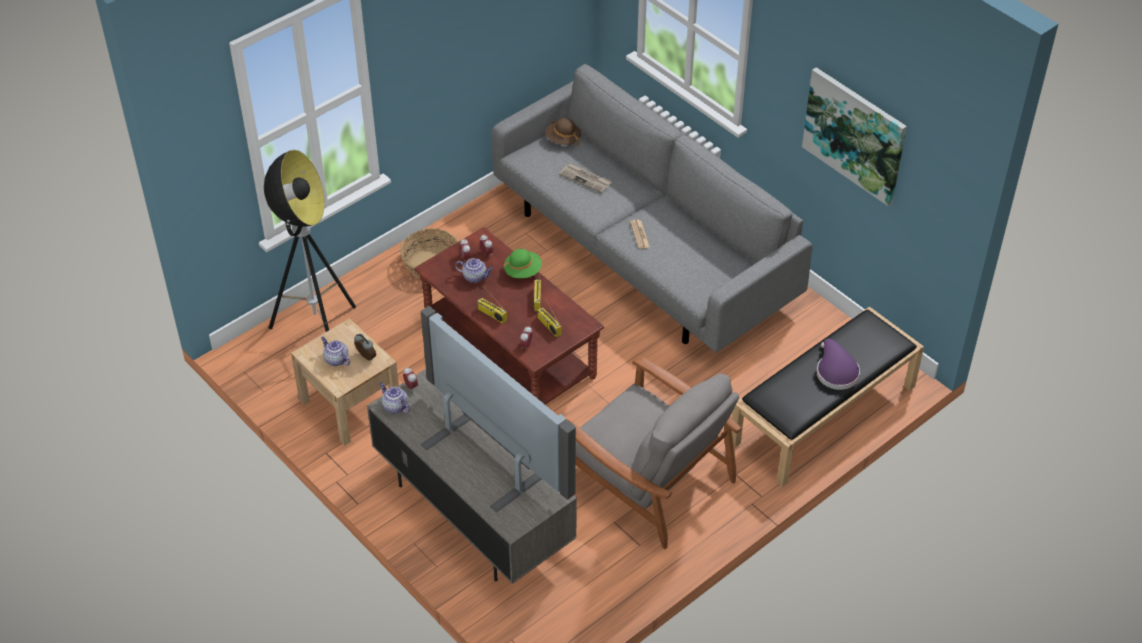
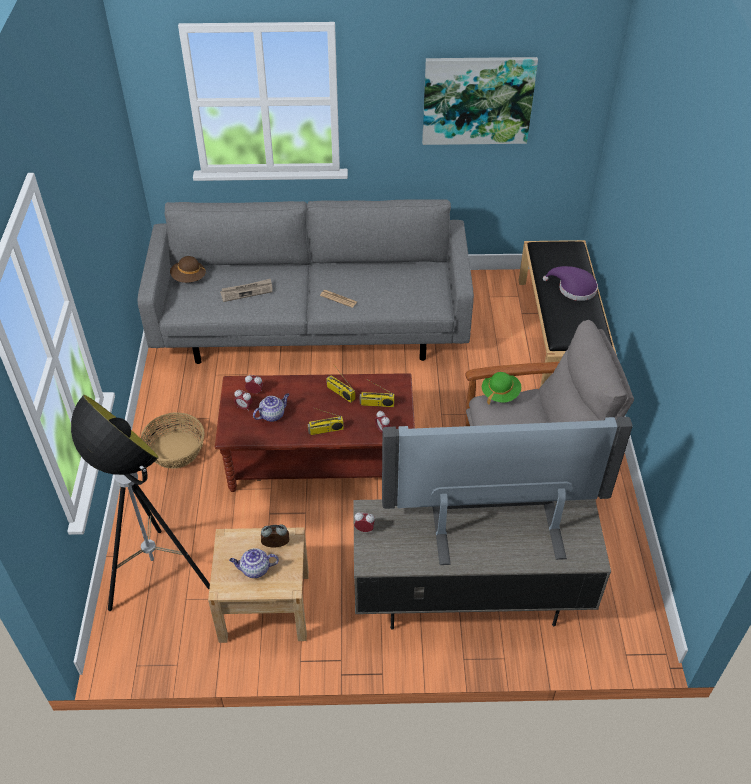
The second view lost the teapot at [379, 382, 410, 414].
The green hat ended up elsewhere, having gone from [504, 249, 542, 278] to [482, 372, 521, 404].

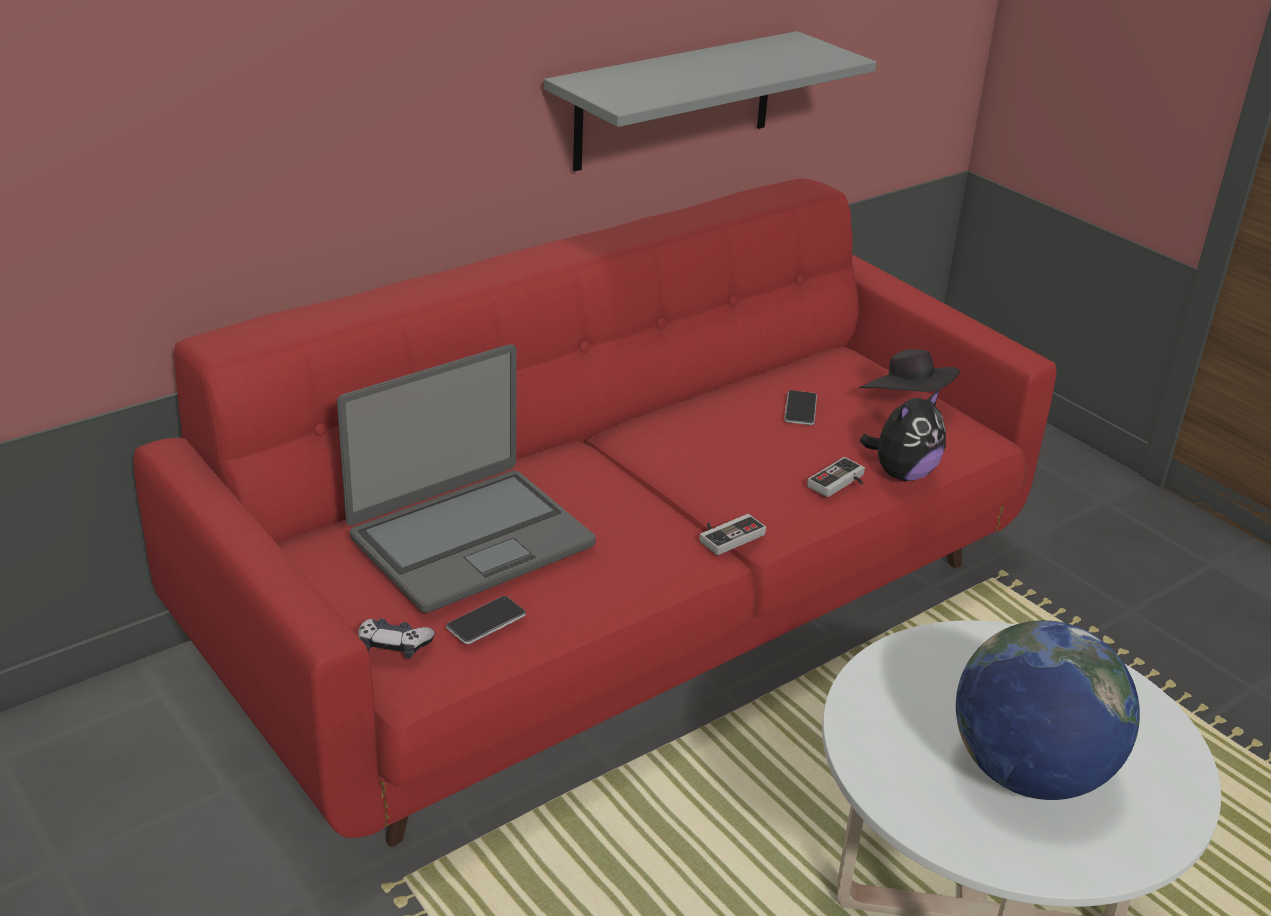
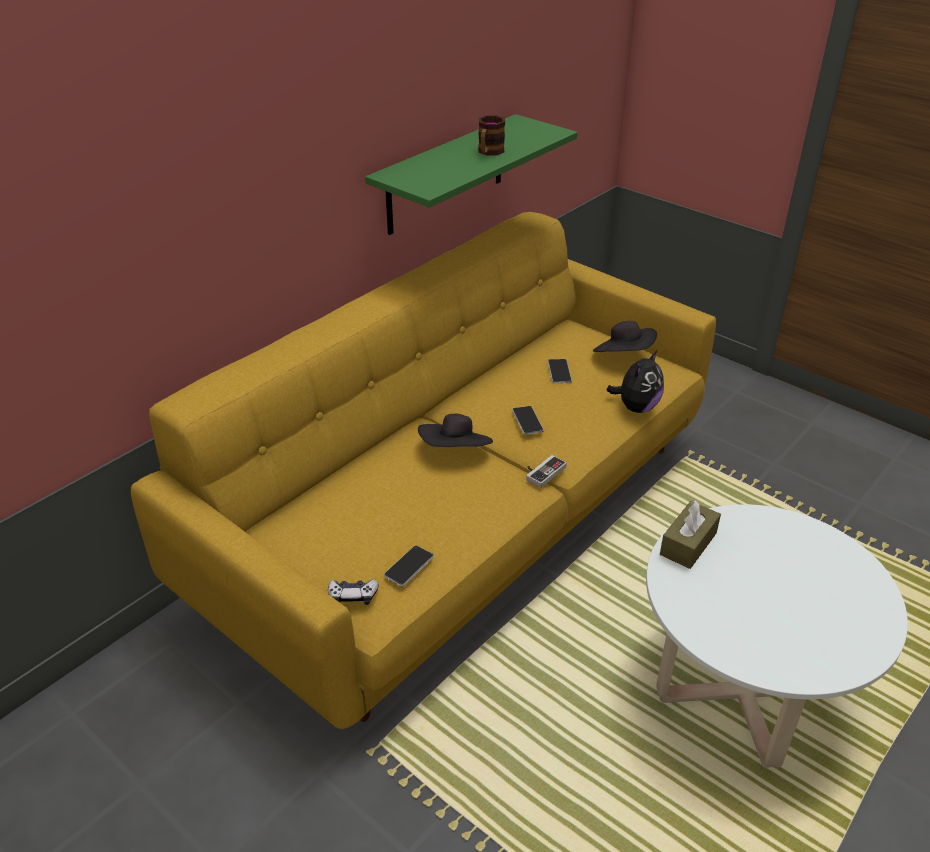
The second view lost the laptop at [337, 344, 596, 613].
The second view lost the game controller at [807, 457, 865, 497].
The second view lost the globe at [956, 620, 1140, 800].
The second view gained the black hat at [418, 414, 493, 447].
The second view gained the mug at [478, 115, 505, 155].
The second view gained the phone at [512, 406, 544, 435].
The second view gained the brown tissue box at [660, 500, 721, 569].
What was the red sofa at [133, 178, 1056, 847] turned into the yellow sofa at [131, 212, 716, 729].
What was the grey shelf at [544, 31, 876, 171] turned into the green shelf at [365, 114, 577, 235].

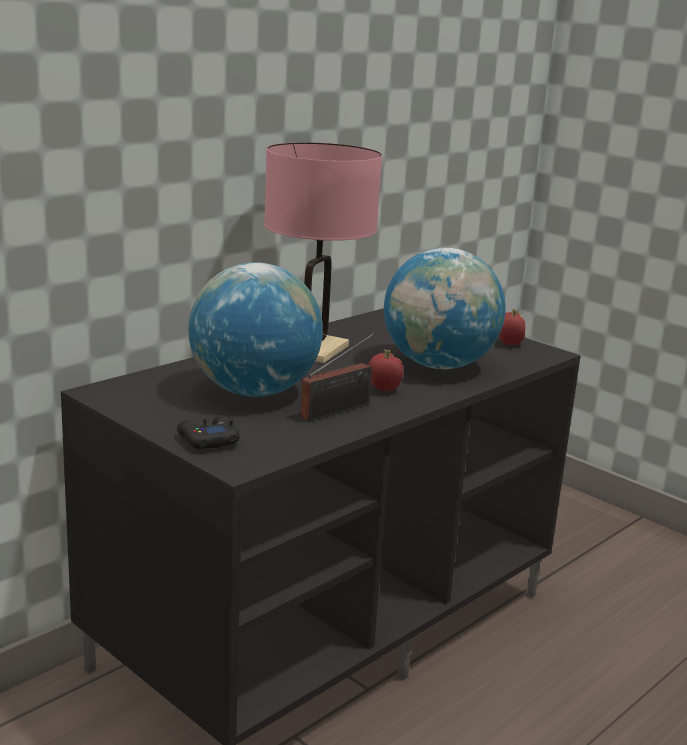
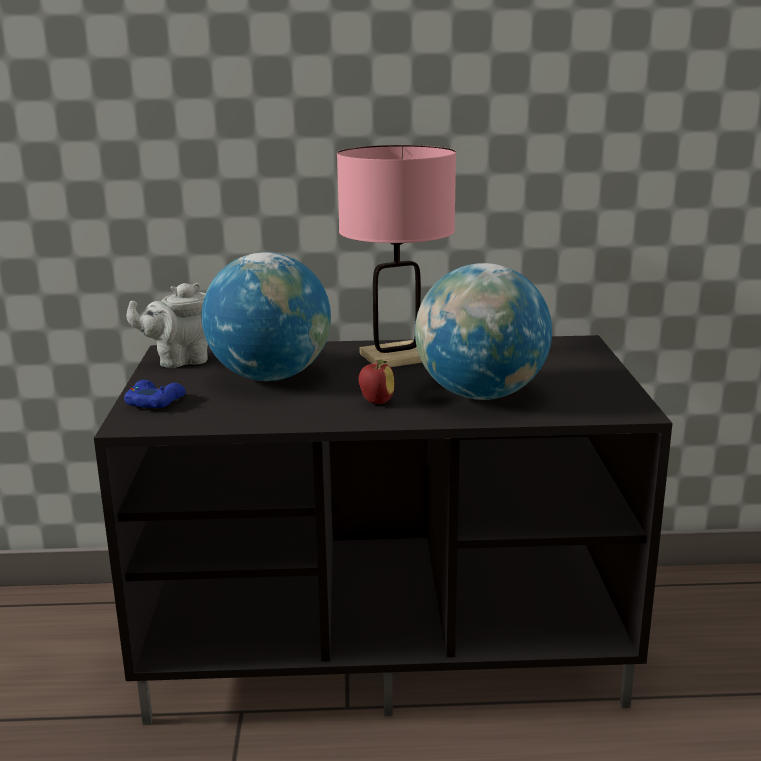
The second view lost the radio at [301, 333, 375, 422].
The second view lost the apple at [499, 309, 525, 345].
The second view gained the grey teapot at [126, 283, 208, 368].
What was the black game controller at [177, 415, 240, 449] turned into the blue game controller at [124, 380, 186, 408].

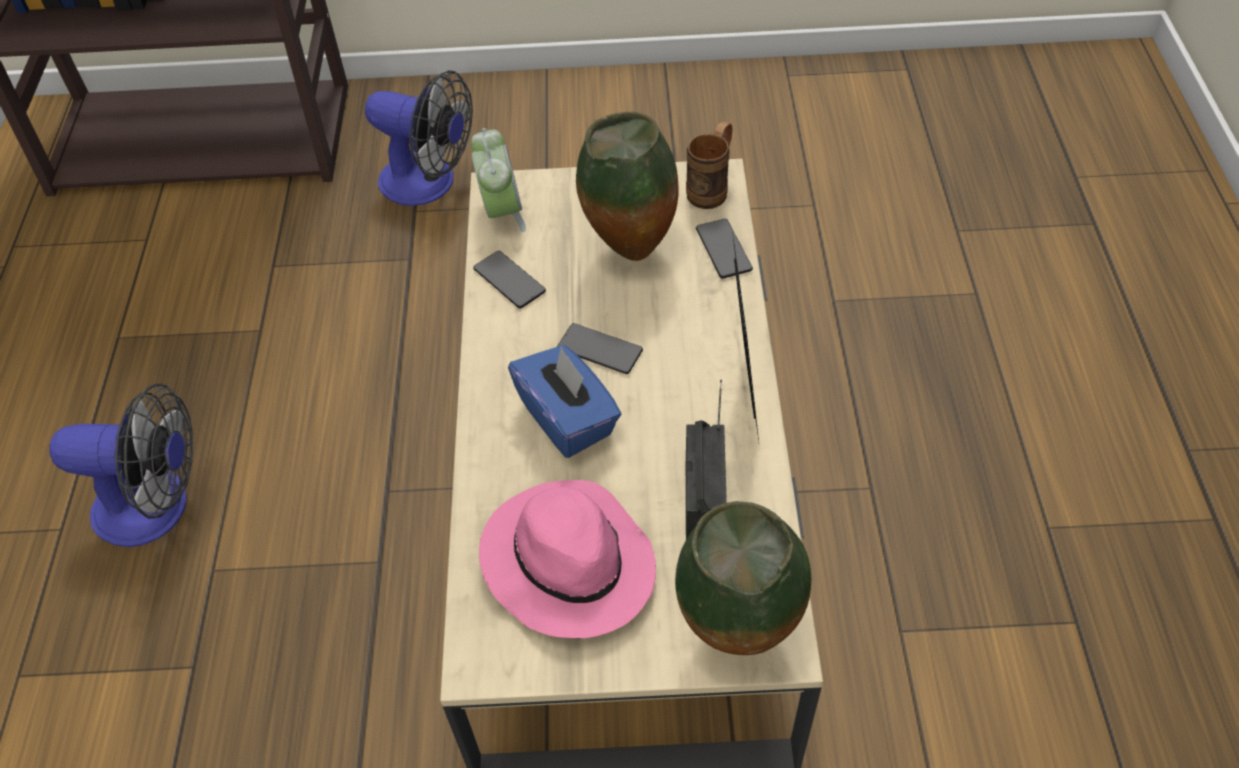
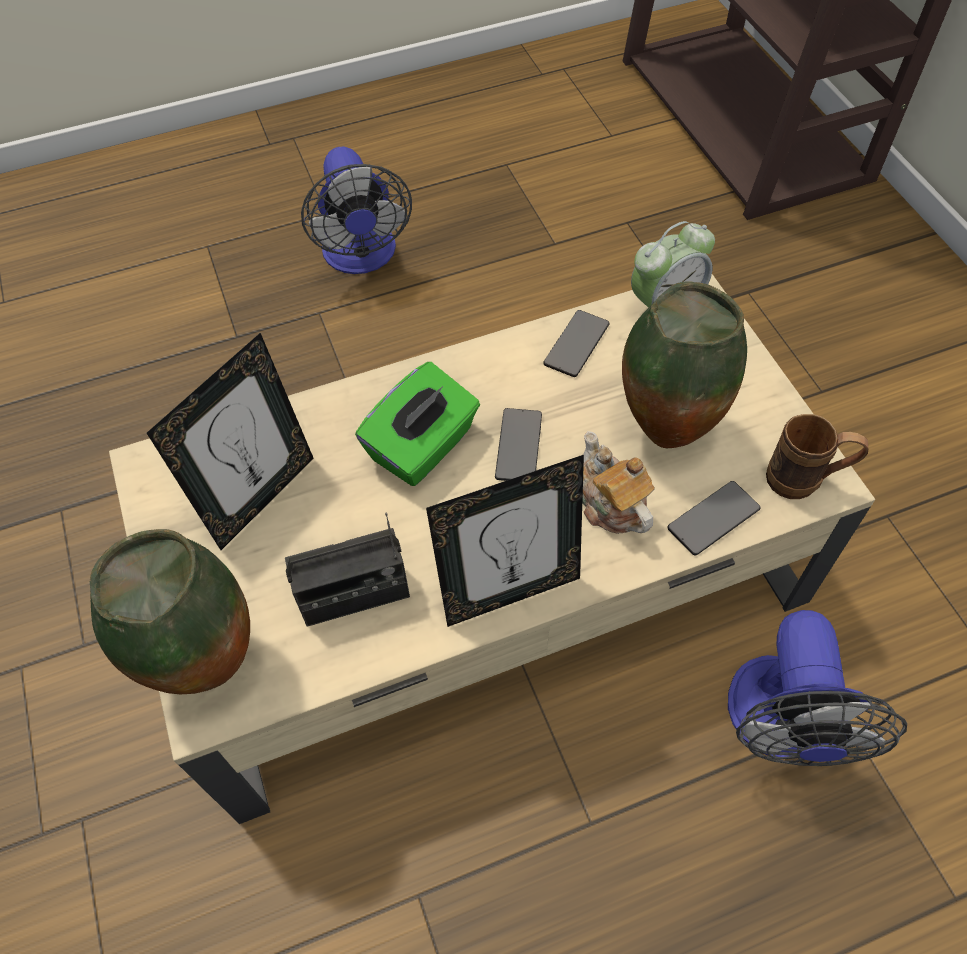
The second view gained the teapot at [582, 431, 655, 534].
The fan ended up elsewhere, having gone from [365, 70, 473, 206] to [728, 610, 907, 766].
Where the pink hat stood at [479, 480, 656, 638], the picture frame came to stand at [147, 333, 313, 550].
What was the blue tissue box at [508, 345, 621, 458] turned into the green tissue box at [355, 362, 480, 486].

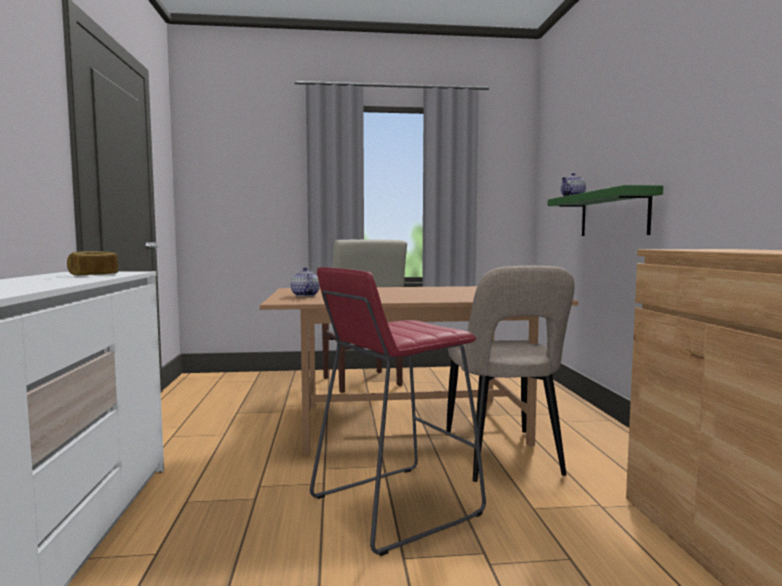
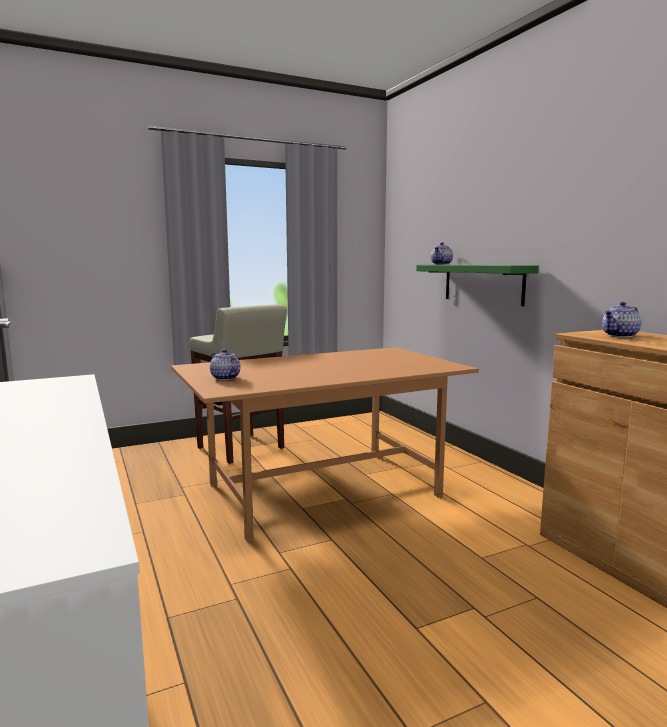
The second view lost the bread at [67, 251, 118, 275].
The second view lost the red stool at [310, 267, 486, 556].
The second view lost the beige chair at [447, 266, 575, 482].
The second view gained the teapot at [602, 302, 641, 337].

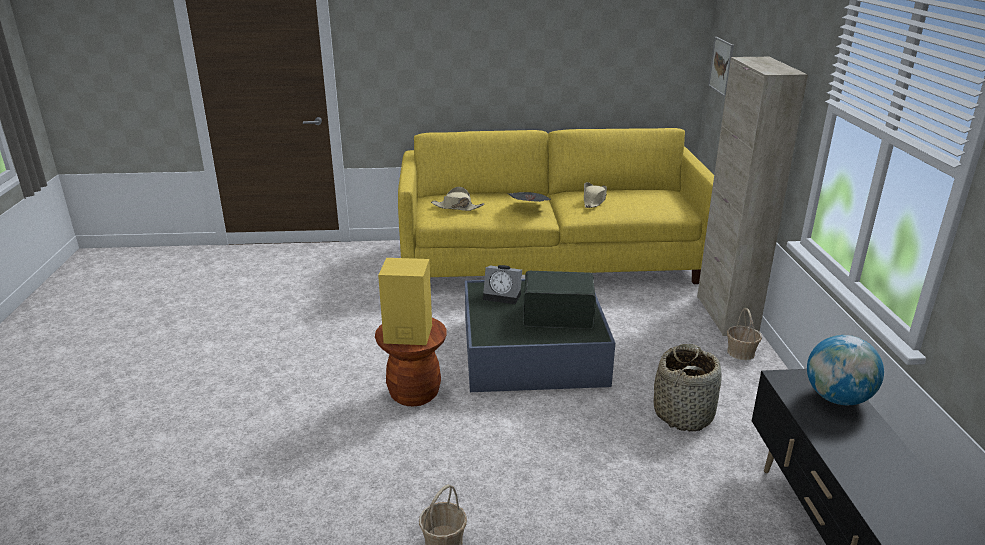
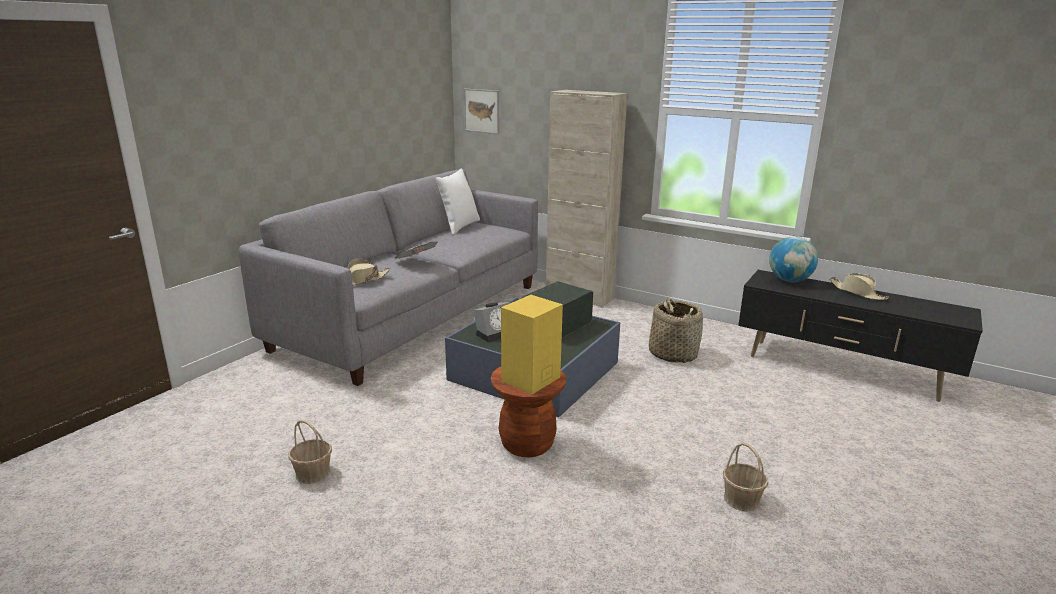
The second view gained the white pillow at [436, 168, 480, 235].
The beige hat ended up elsewhere, having gone from [584, 182, 607, 208] to [830, 273, 889, 300].
The basket ended up elsewhere, having gone from [727, 308, 762, 360] to [288, 419, 332, 484].
What was the yellow sofa at [398, 128, 714, 284] turned into the grey sofa at [239, 170, 538, 386].

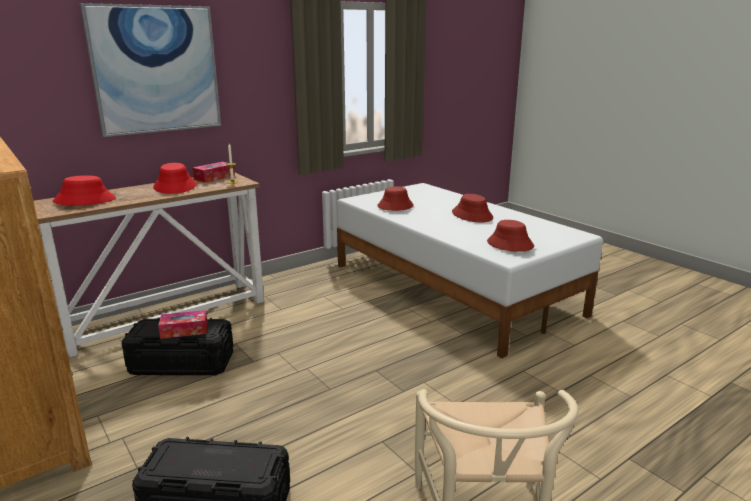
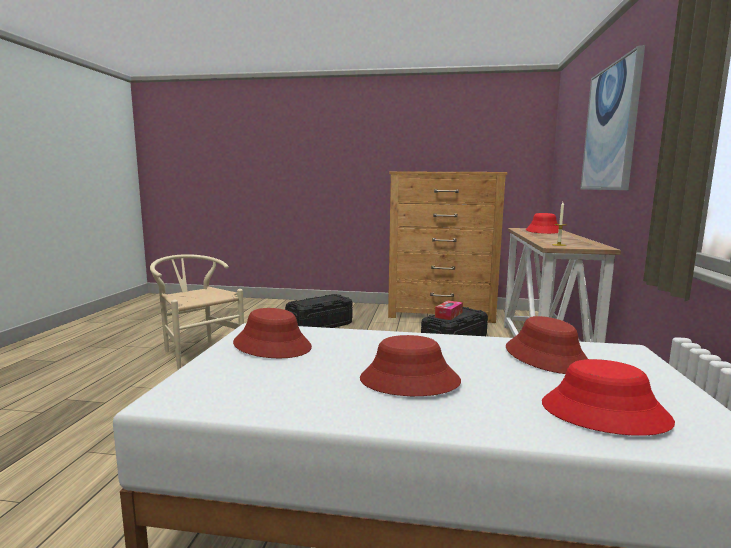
The second view lost the tissue box at [192, 162, 235, 183].
The red hat ended up elsewhere, having gone from [153, 163, 197, 194] to [542, 359, 675, 436].

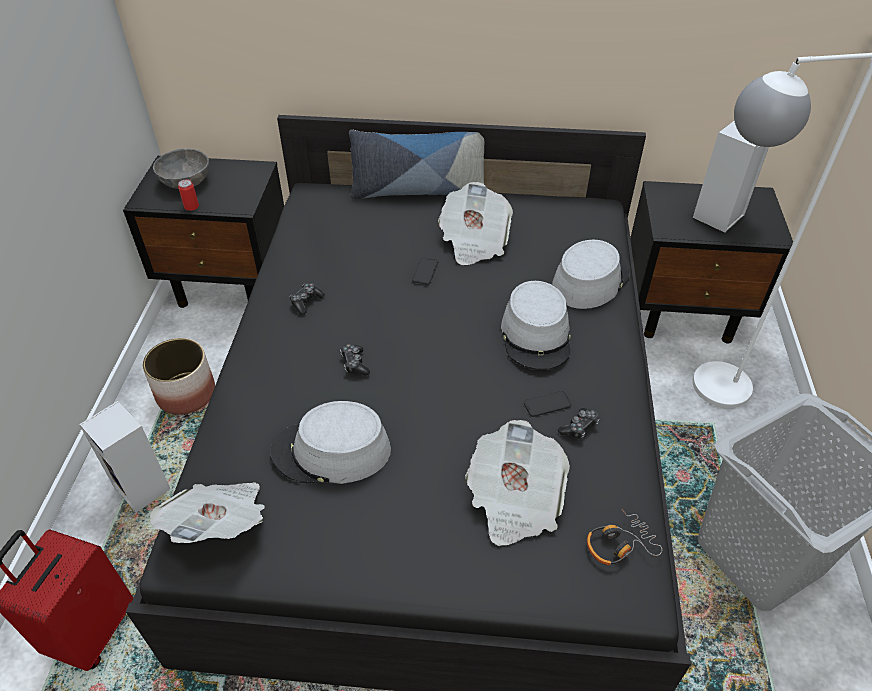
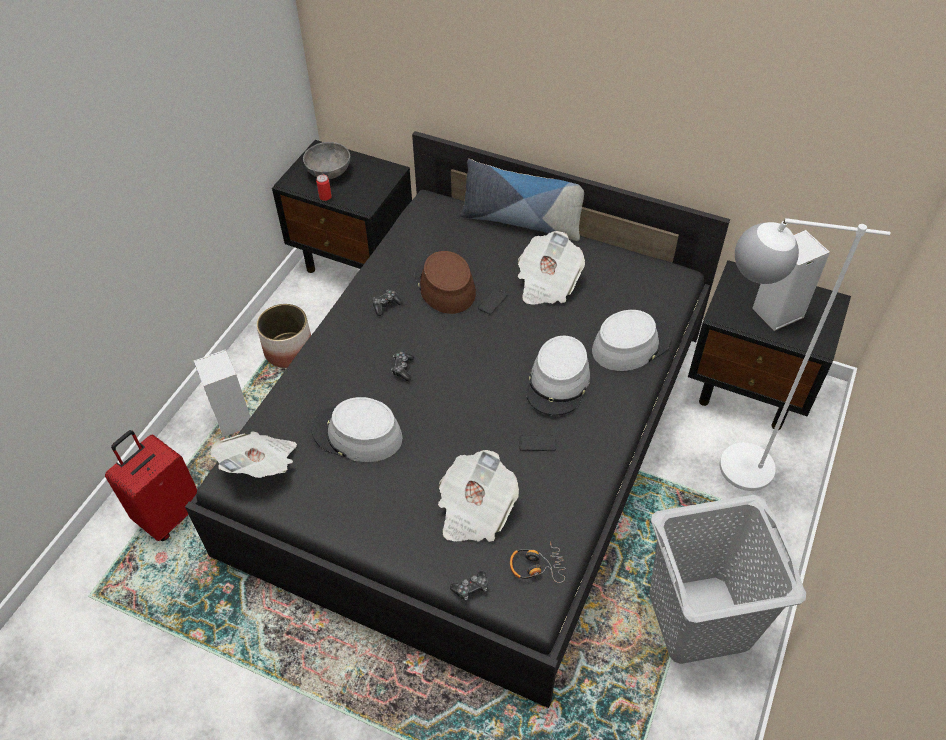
The second view gained the brown hat at [415, 251, 476, 314].
The game controller ended up elsewhere, having gone from [558, 408, 600, 439] to [450, 571, 488, 601].

